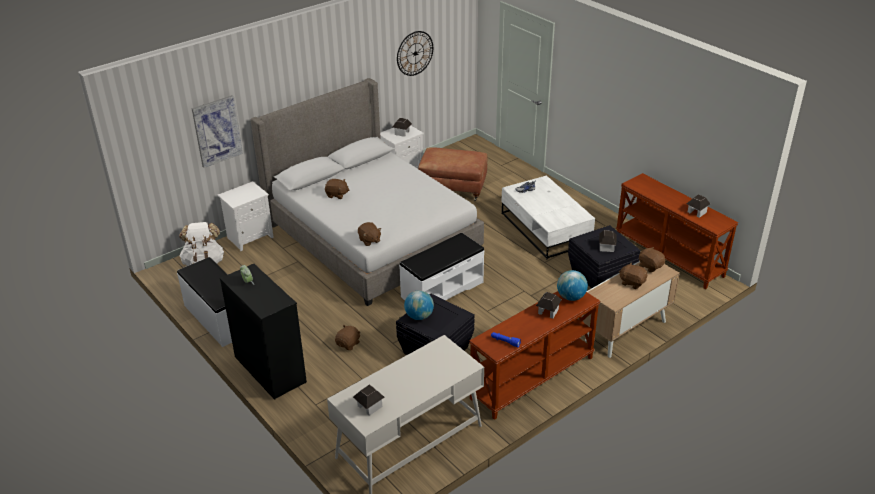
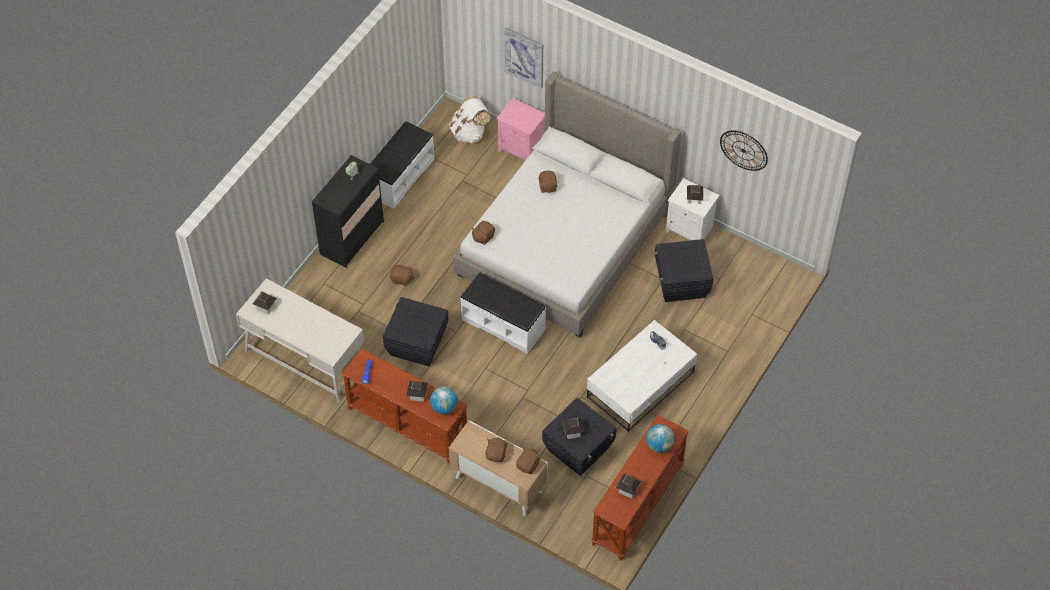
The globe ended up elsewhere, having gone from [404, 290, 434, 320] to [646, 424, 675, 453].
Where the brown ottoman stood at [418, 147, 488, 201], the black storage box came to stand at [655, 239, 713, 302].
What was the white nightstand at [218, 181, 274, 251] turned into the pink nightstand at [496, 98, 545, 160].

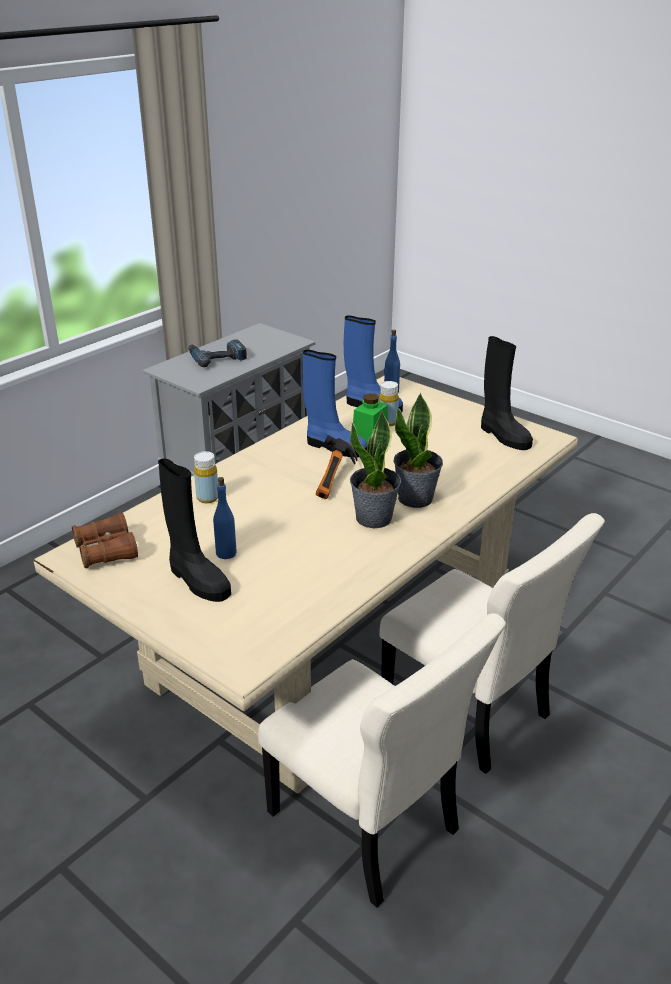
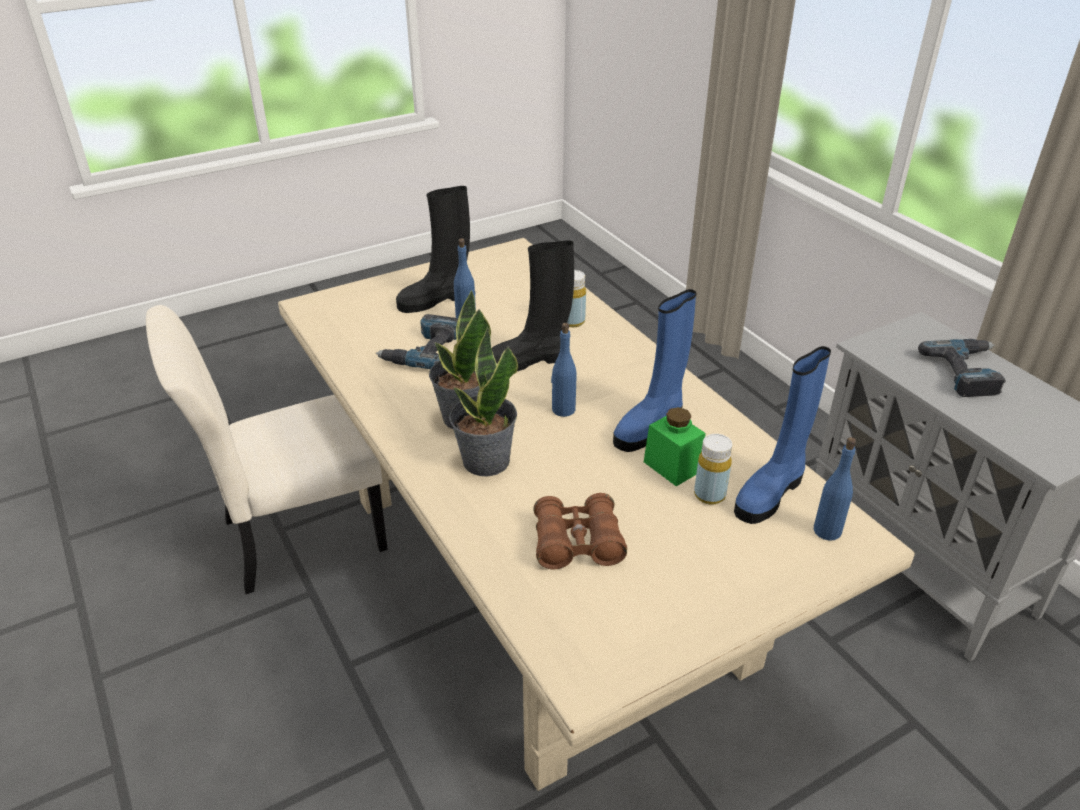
The second view lost the beige chair at [379, 513, 605, 774].
The second view gained the power drill at [376, 314, 458, 369].
The brown binoculars ended up elsewhere, having gone from [72, 513, 138, 568] to [533, 493, 627, 570].
The black boot ended up elsewhere, having gone from [481, 336, 533, 450] to [492, 241, 574, 371].
Where the hammer stood at [316, 435, 357, 499], the blue bottle came to stand at [551, 323, 577, 417].

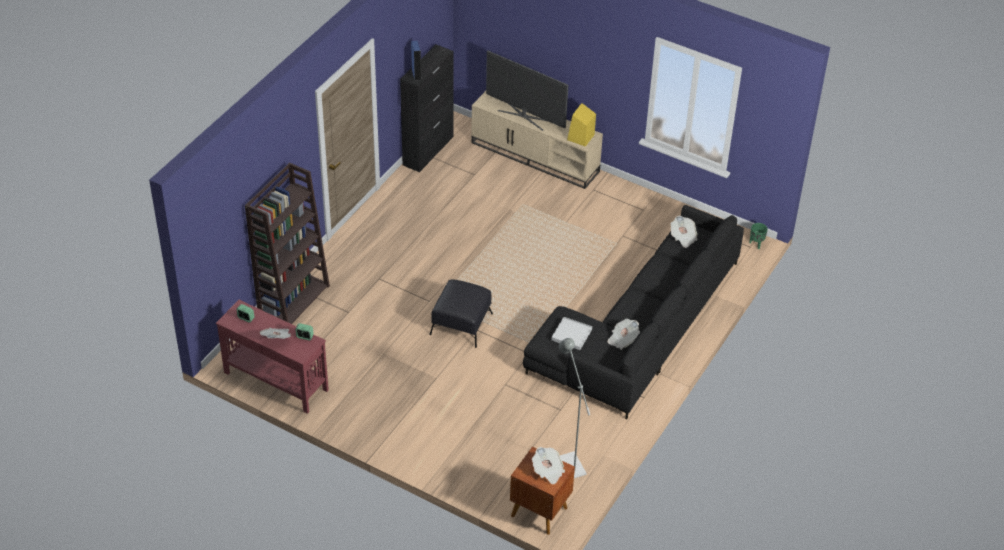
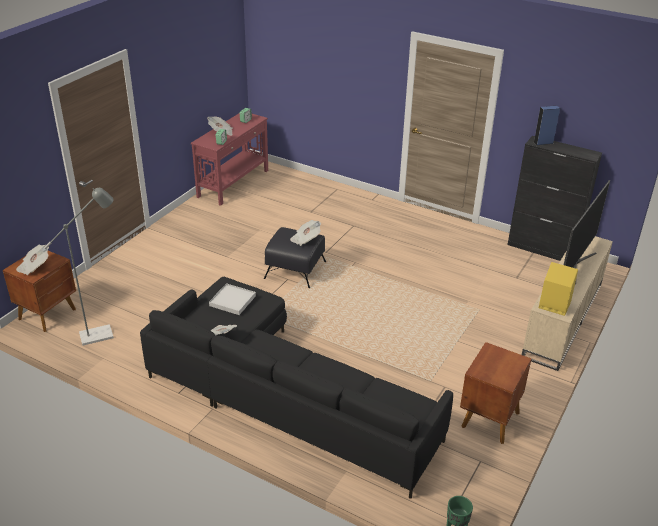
The second view lost the brown bookcase at [245, 162, 330, 324].
The second view gained the brown nightstand at [460, 342, 531, 444].
The newspaper ended up elsewhere, having gone from [670, 215, 698, 248] to [290, 220, 321, 246].

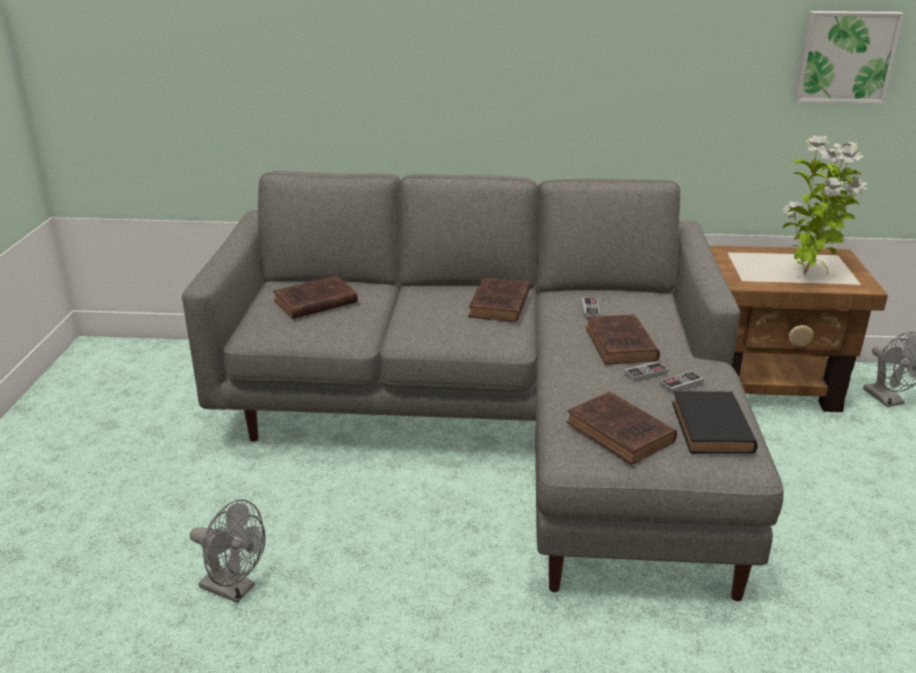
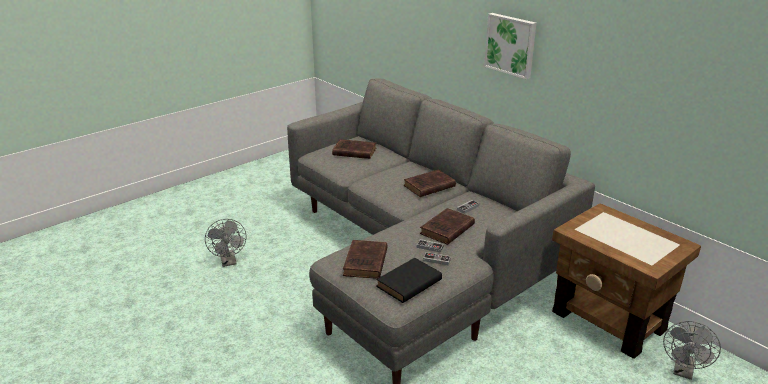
The second view lost the potted plant at [783, 136, 867, 276].
The picture ended up elsewhere, having gone from [794, 11, 904, 103] to [484, 13, 536, 79].

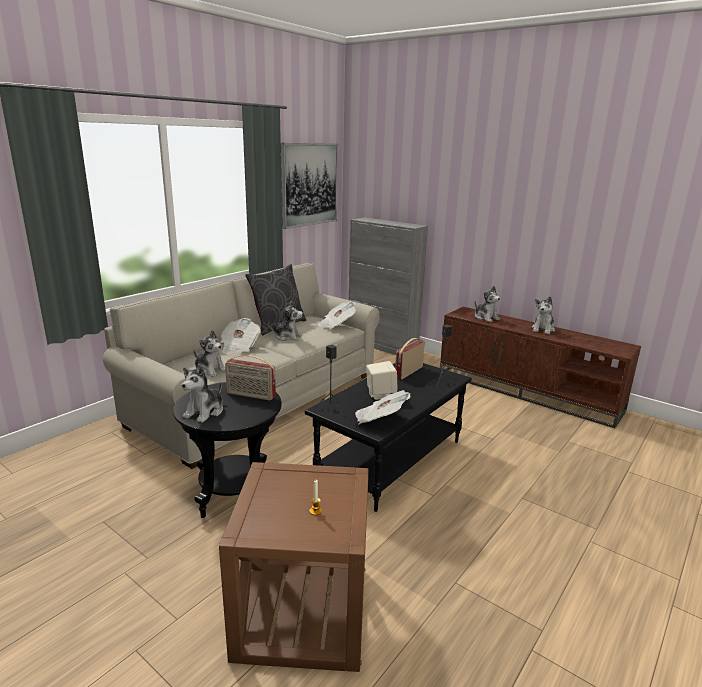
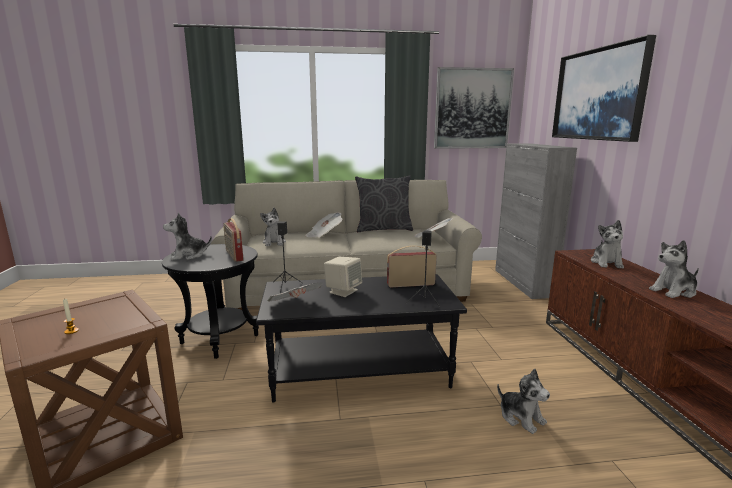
The second view gained the picture at [552, 35, 656, 142].
The plush toy ended up elsewhere, having gone from [268, 302, 303, 341] to [497, 369, 550, 434].

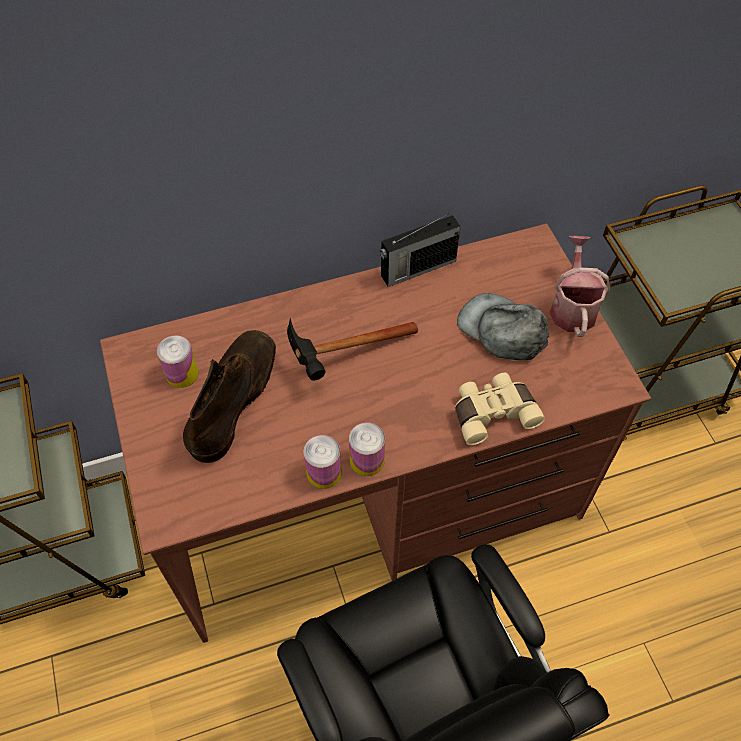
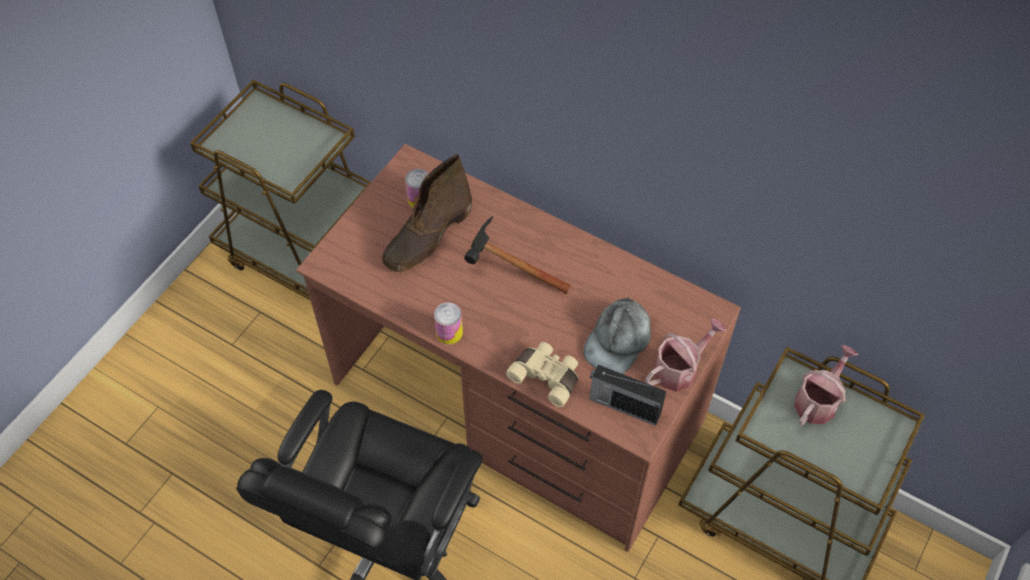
The second view lost the can at [303, 435, 342, 489].
The second view gained the watering can at [794, 345, 858, 425].
The radio ended up elsewhere, having gone from [380, 214, 461, 287] to [590, 365, 666, 426].
The brown boot at [183, 330, 276, 463] ended up facing another way, 150 degrees clockwise from before.
The grey cap at [457, 293, 549, 360] ended up facing another way, 150 degrees counterclockwise from before.

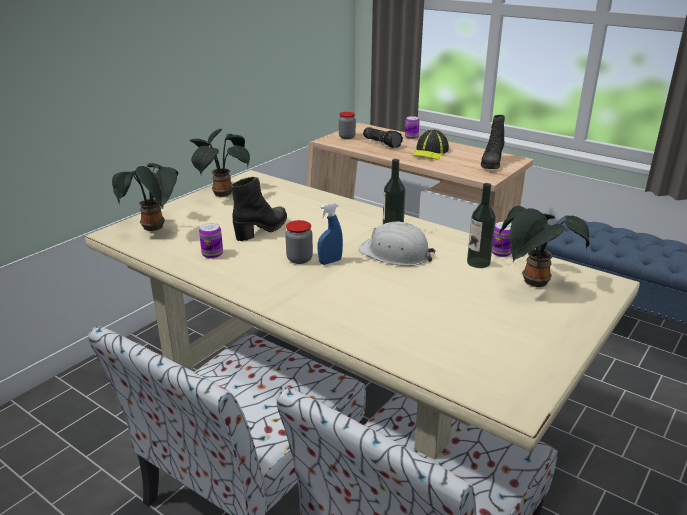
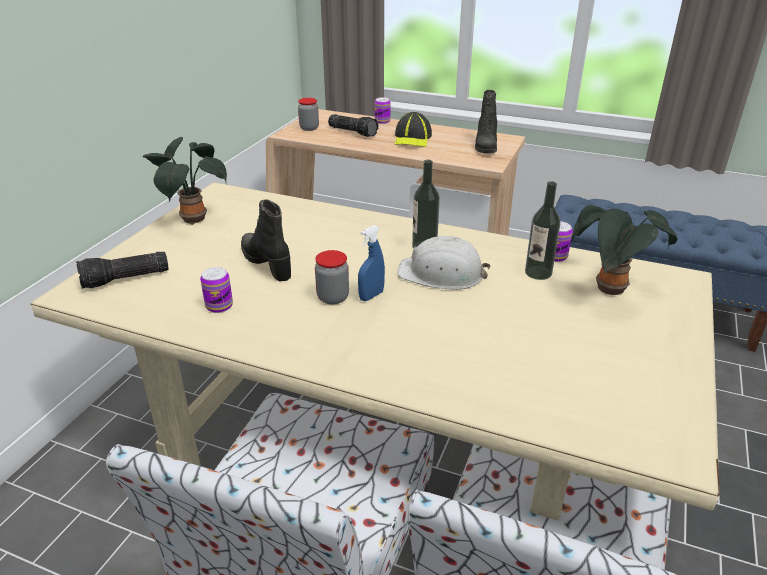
Where the potted plant stood at [112, 163, 178, 231], the flashlight came to stand at [76, 252, 168, 289].
The black boot at [231, 177, 287, 241] ended up facing another way, 60 degrees counterclockwise from before.

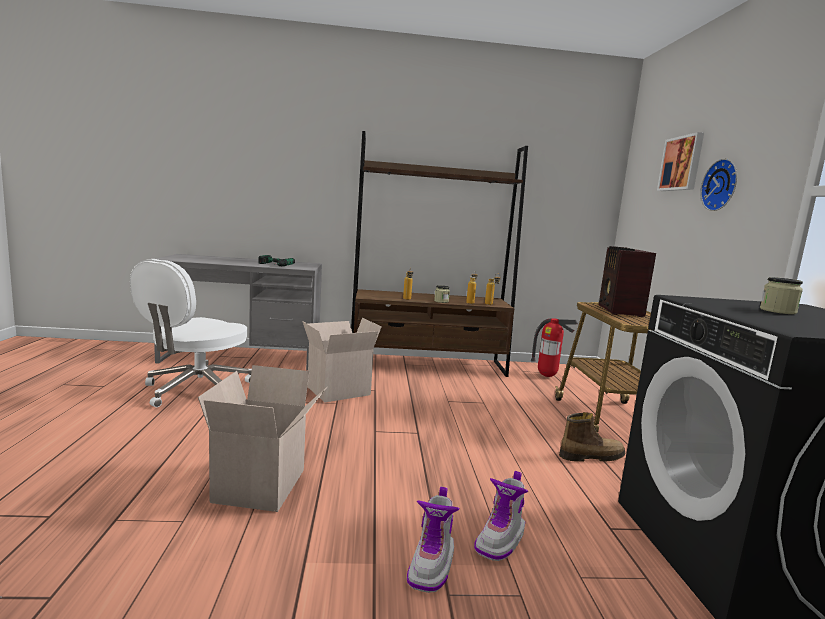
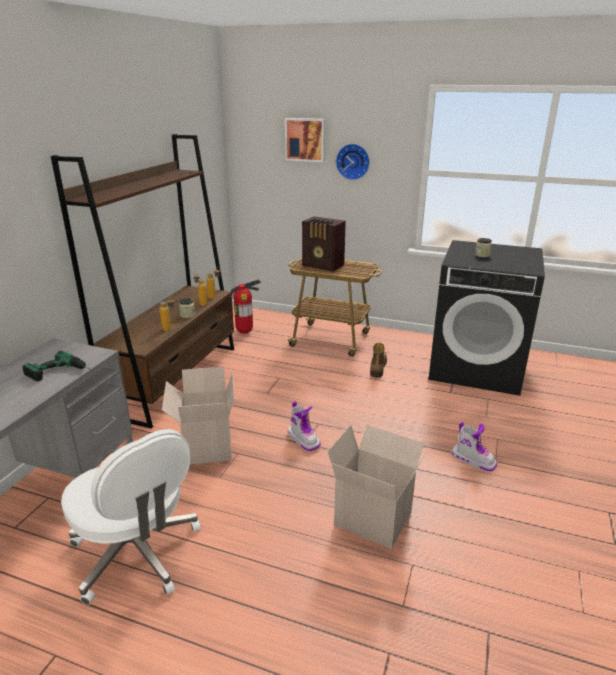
The boot ended up elsewhere, having gone from [474, 471, 528, 561] to [288, 401, 320, 452].

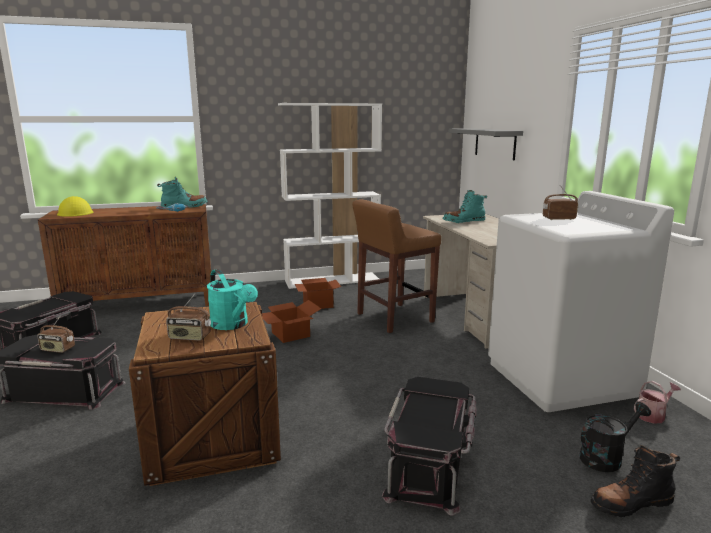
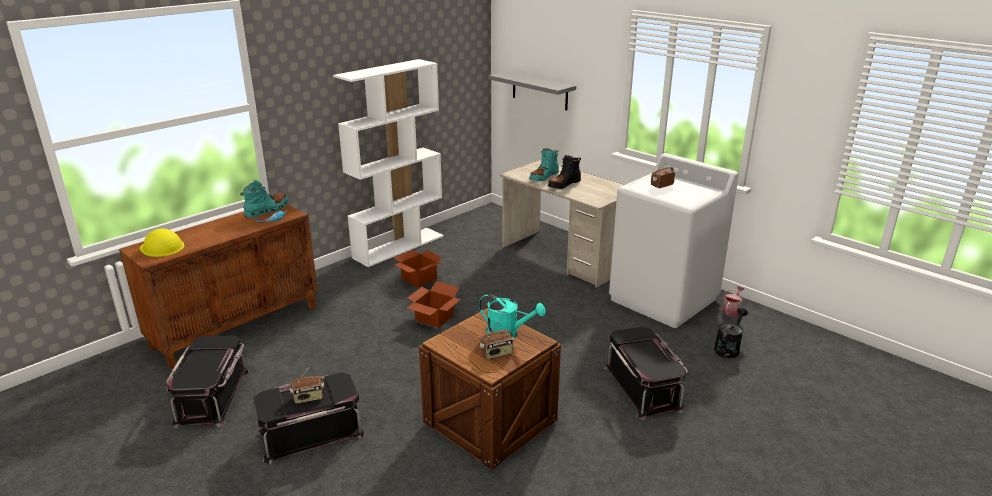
The second view lost the brown stool at [352, 199, 441, 333].
The black boot ended up elsewhere, having gone from [591, 445, 680, 517] to [548, 155, 581, 189].

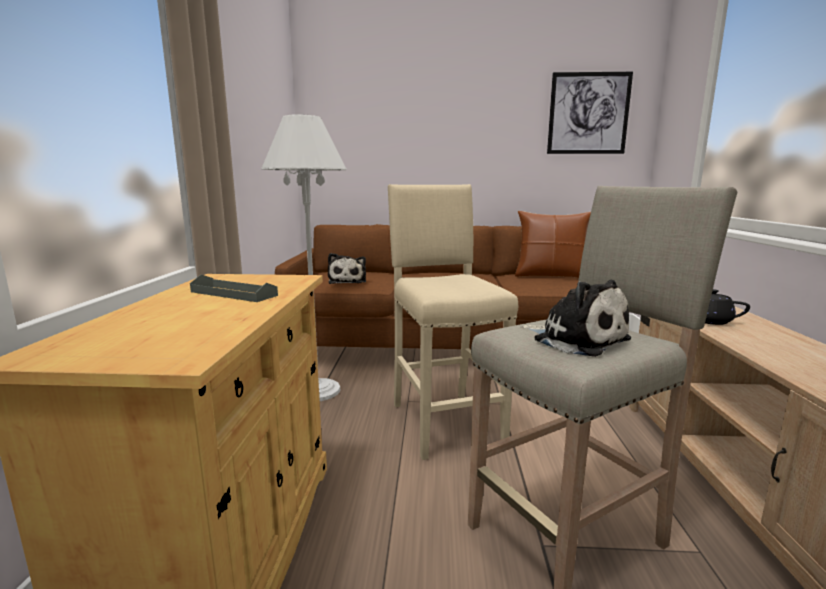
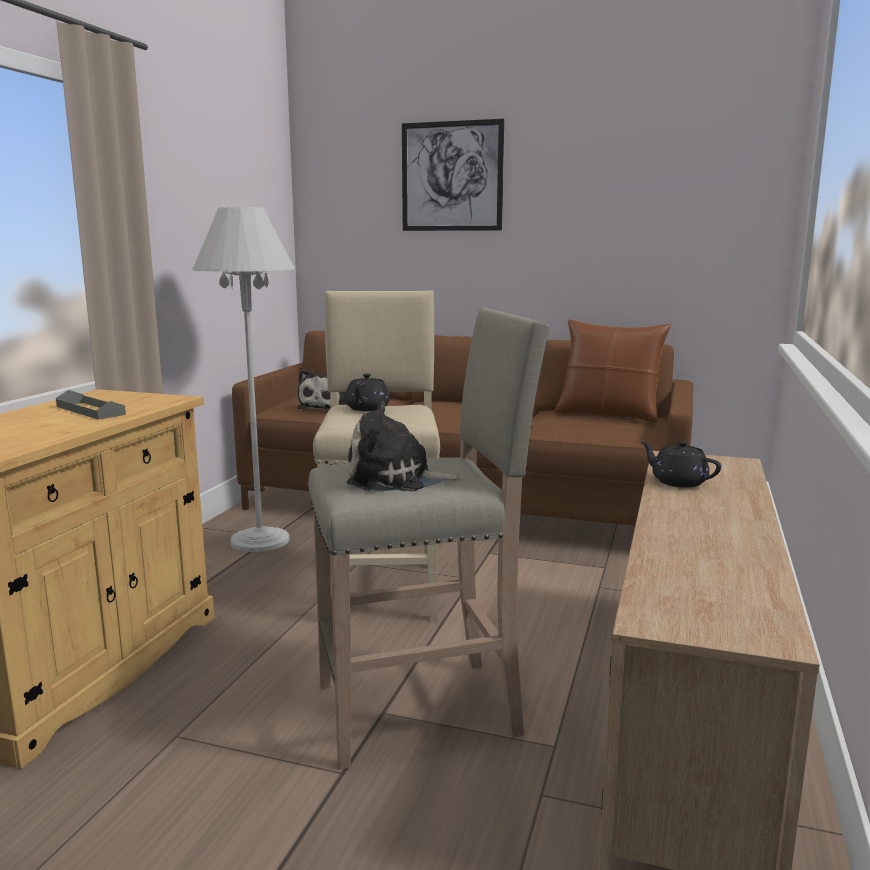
The second view gained the black teapot at [345, 373, 390, 411].
The picture ended up elsewhere, having gone from [547, 72, 633, 154] to [402, 119, 504, 231].
The plush toy at [520, 280, 631, 357] ended up facing another way, 120 degrees clockwise from before.

